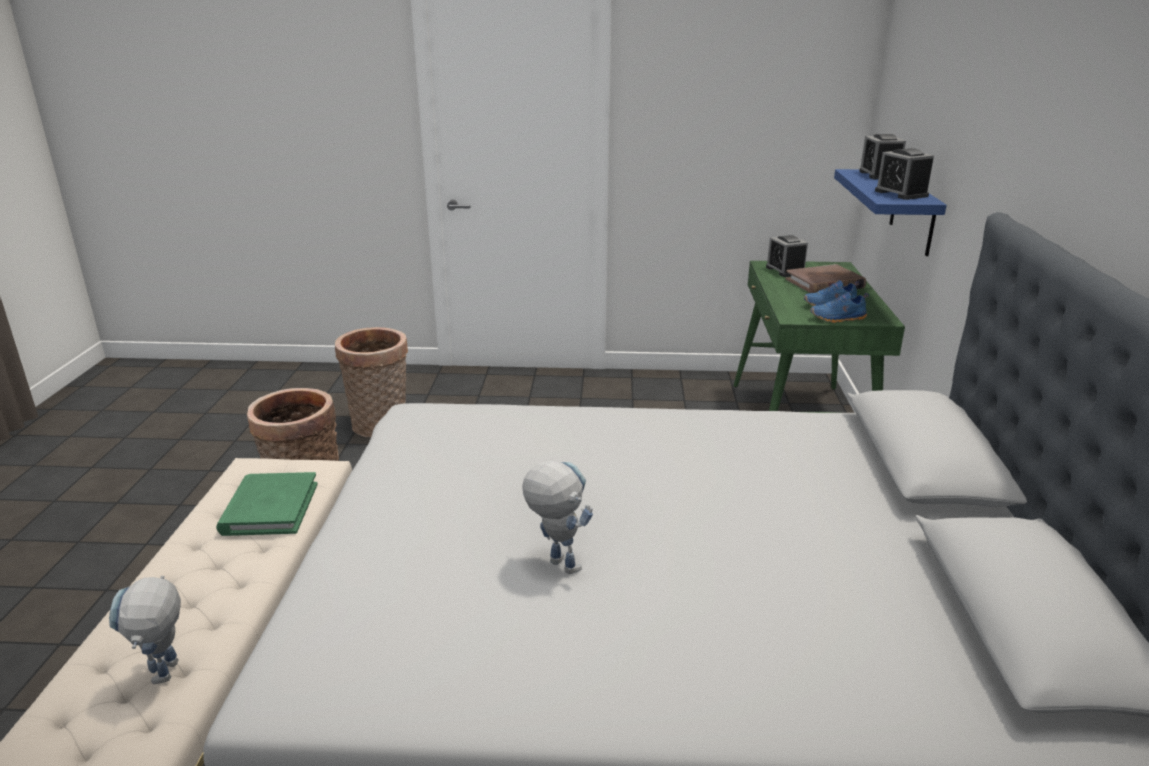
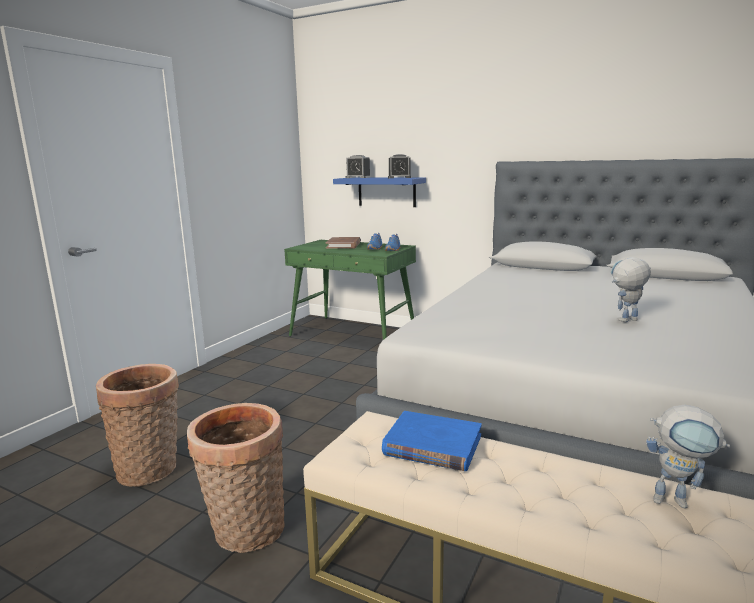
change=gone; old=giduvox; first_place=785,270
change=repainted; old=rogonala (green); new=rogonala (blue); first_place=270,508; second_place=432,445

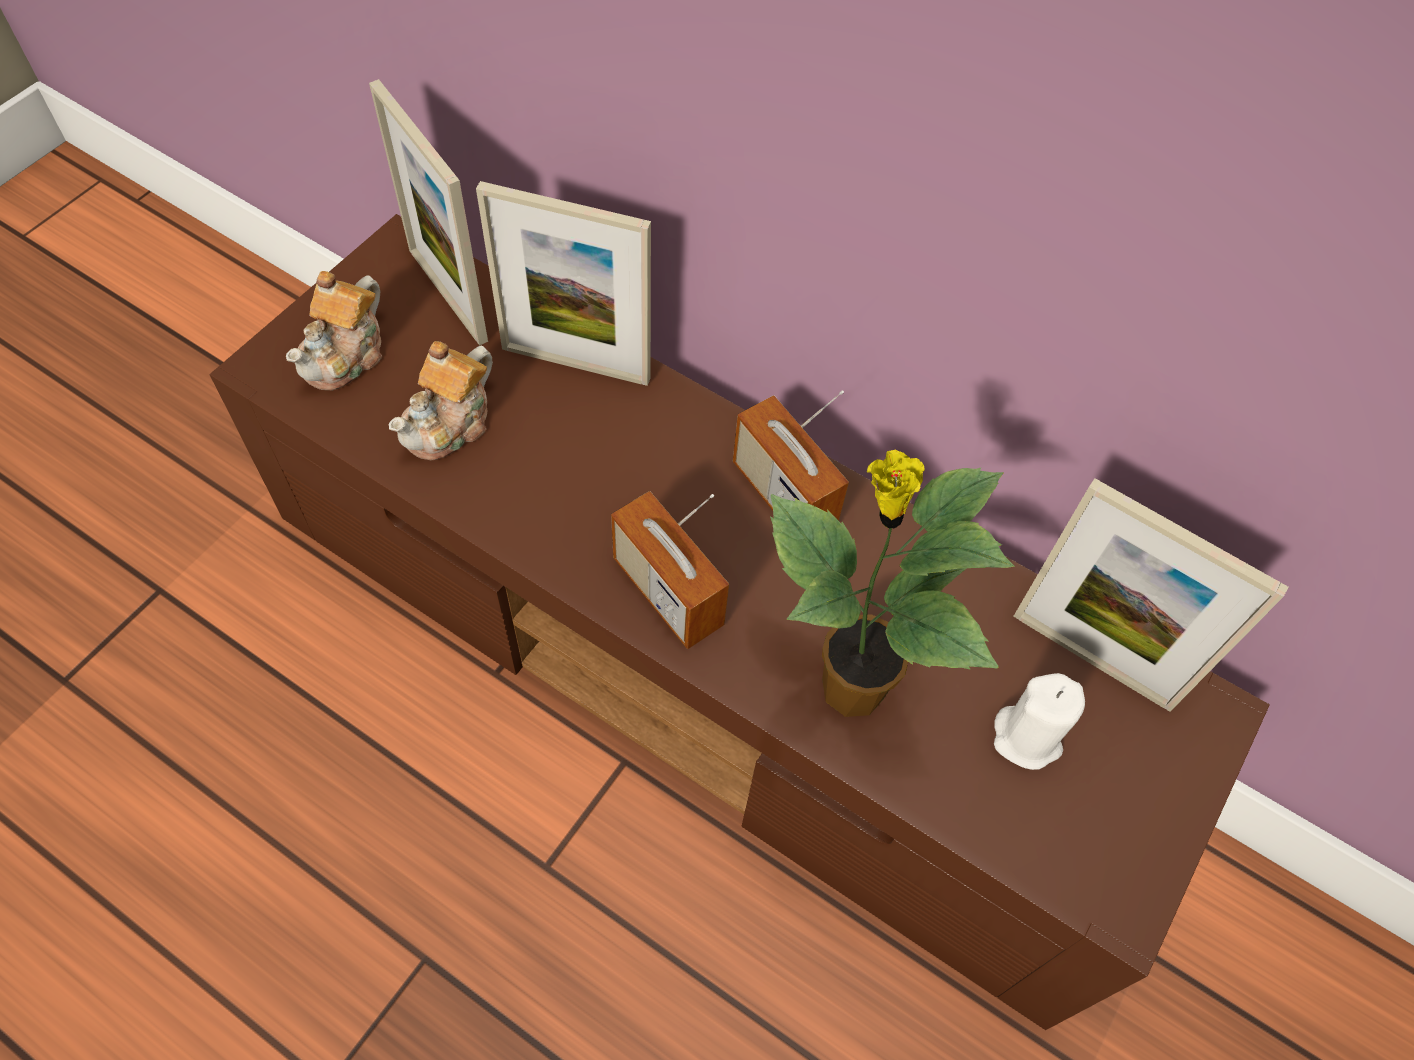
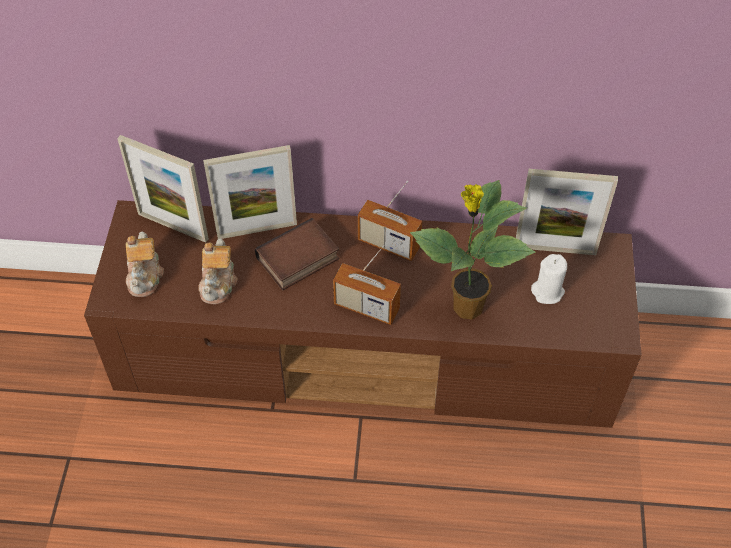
change=new; new=rogonala; second_place=298,260

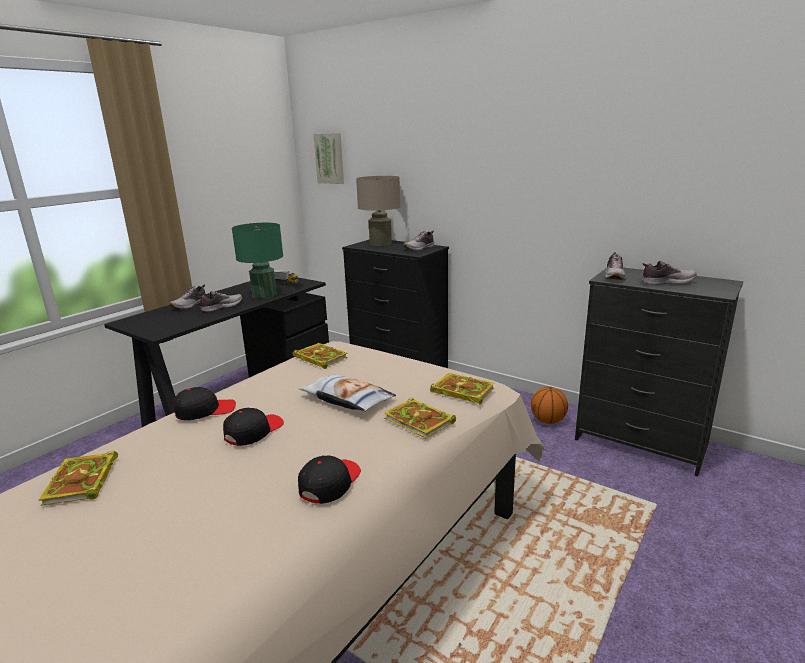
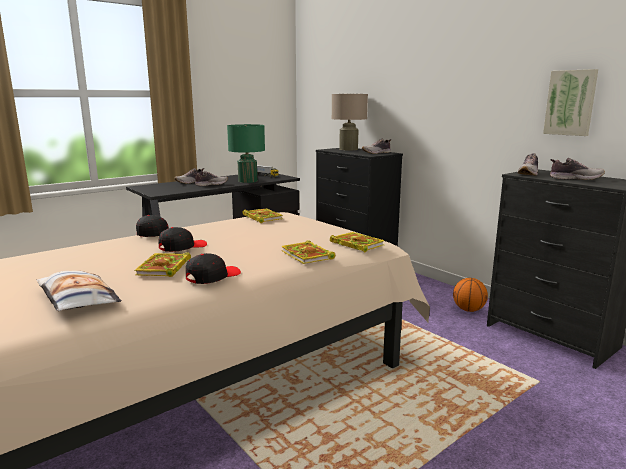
change=shifted; old=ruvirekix; first_place=330,158; second_place=570,103
change=shifted; old=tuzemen; first_place=347,399; second_place=77,299
change=shifted; old=rogonala; first_place=82,482; second_place=164,268

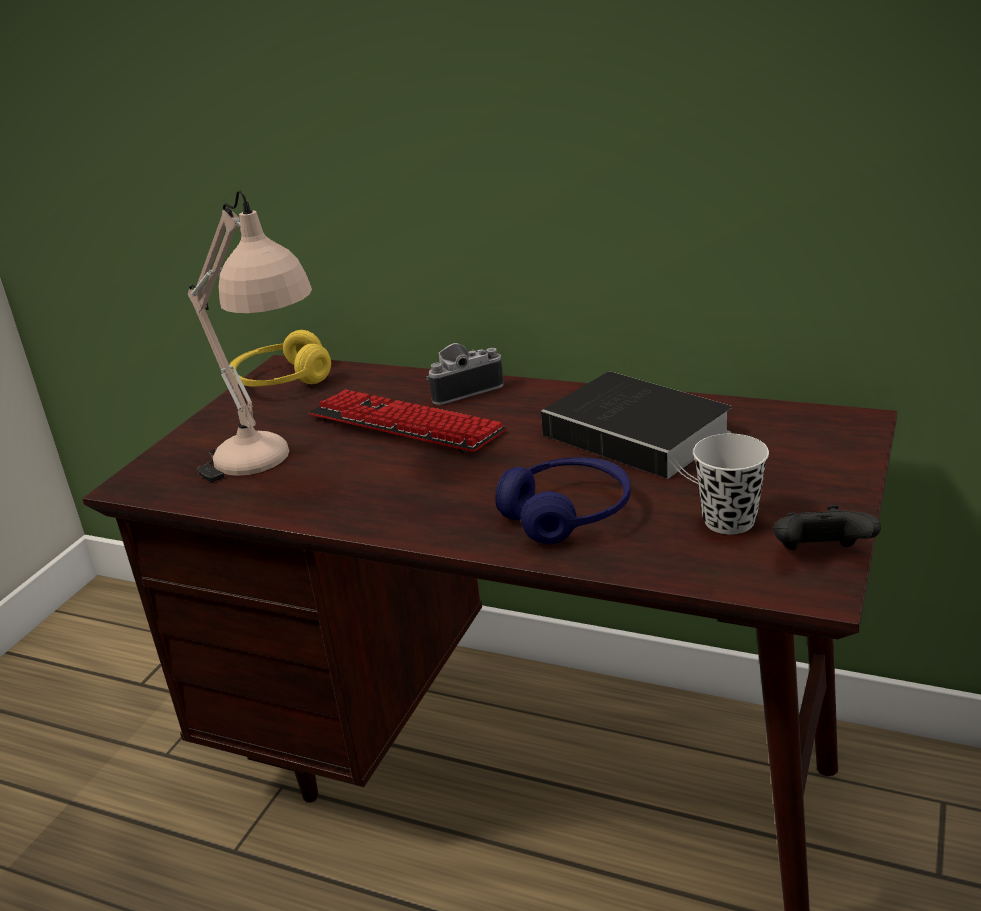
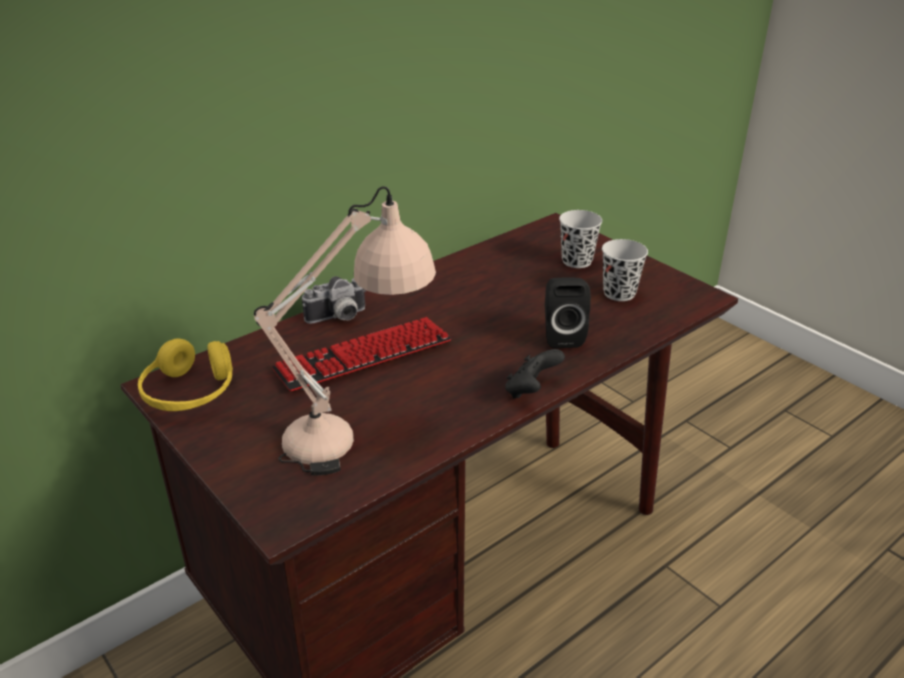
change=rotated; old=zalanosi; first_place=463,389; second_place=338,318; degrees=-120
change=gone; old=rogonala; first_place=641,435
change=swapped; old=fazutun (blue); new=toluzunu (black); first_place=567,514; second_place=562,336
change=shifted; old=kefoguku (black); first_place=820,555; second_place=531,391
change=new; new=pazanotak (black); second_place=577,261

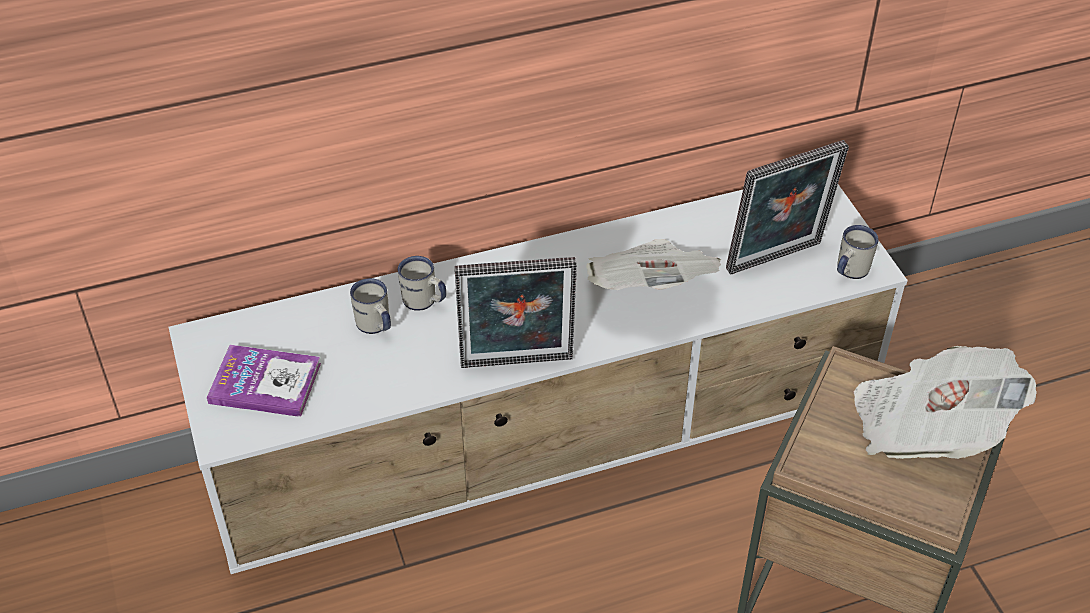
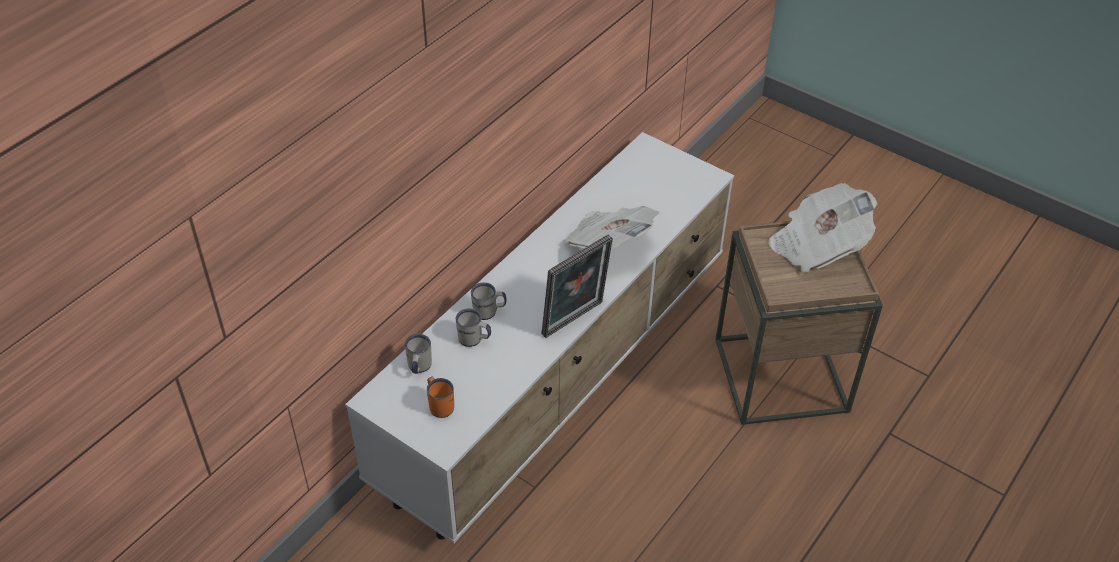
change=gone; old=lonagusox; first_place=777,260
change=shifted; old=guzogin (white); first_place=849,271; second_place=418,367
change=swapped; old=rogonala; new=guzogin (orange); first_place=265,383; second_place=440,404

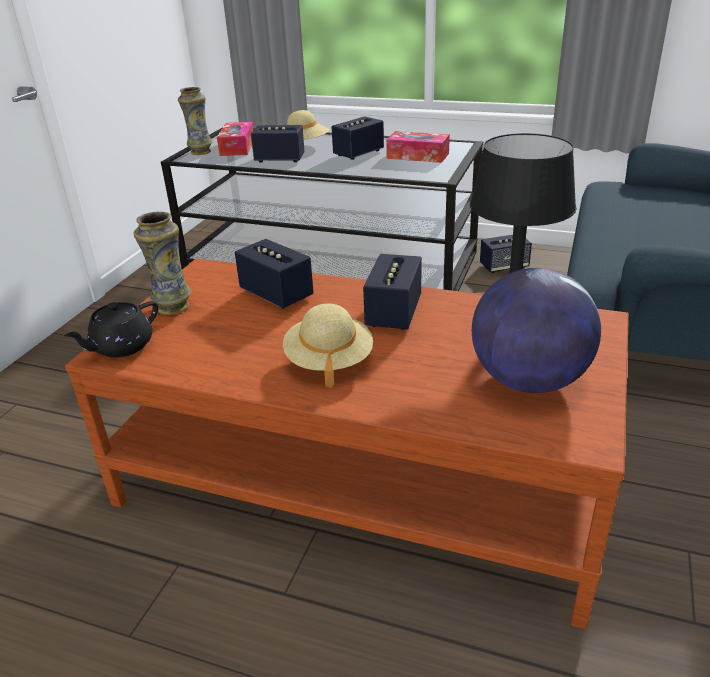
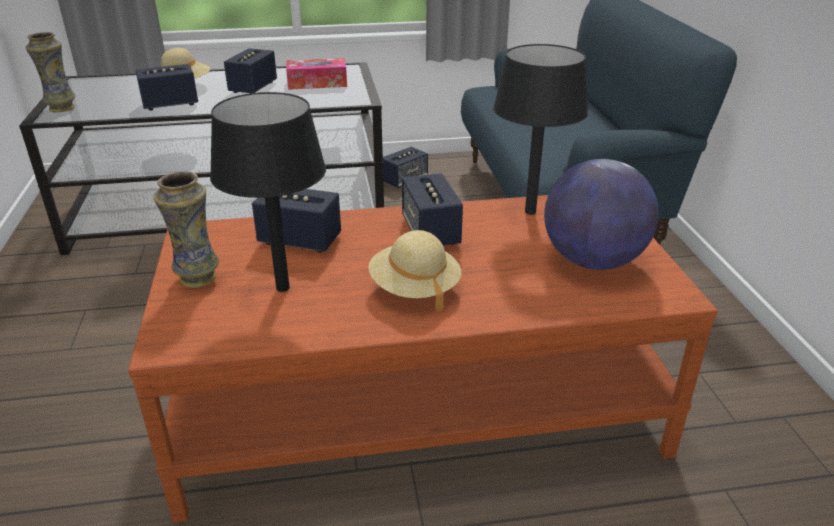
change=gone; old=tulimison; first_place=237,147
change=gone; old=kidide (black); first_place=121,347
change=new; new=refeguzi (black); second_place=282,288

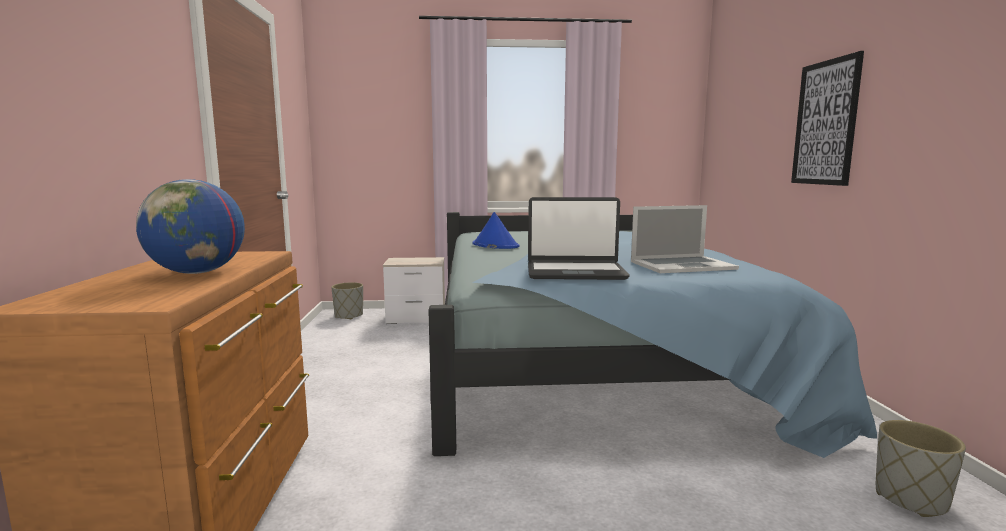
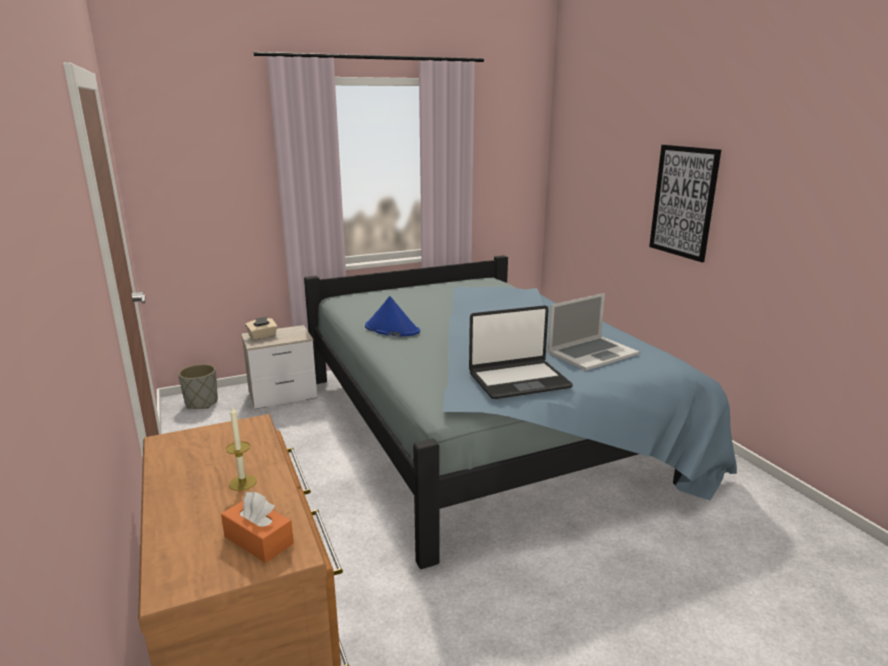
change=swapped; old=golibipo; new=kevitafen; first_place=197,272; second_place=242,483
change=gone; old=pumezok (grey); first_place=911,499
change=new; new=tulimison (beige); second_place=262,336
change=new; new=tulimison (orange); second_place=258,540

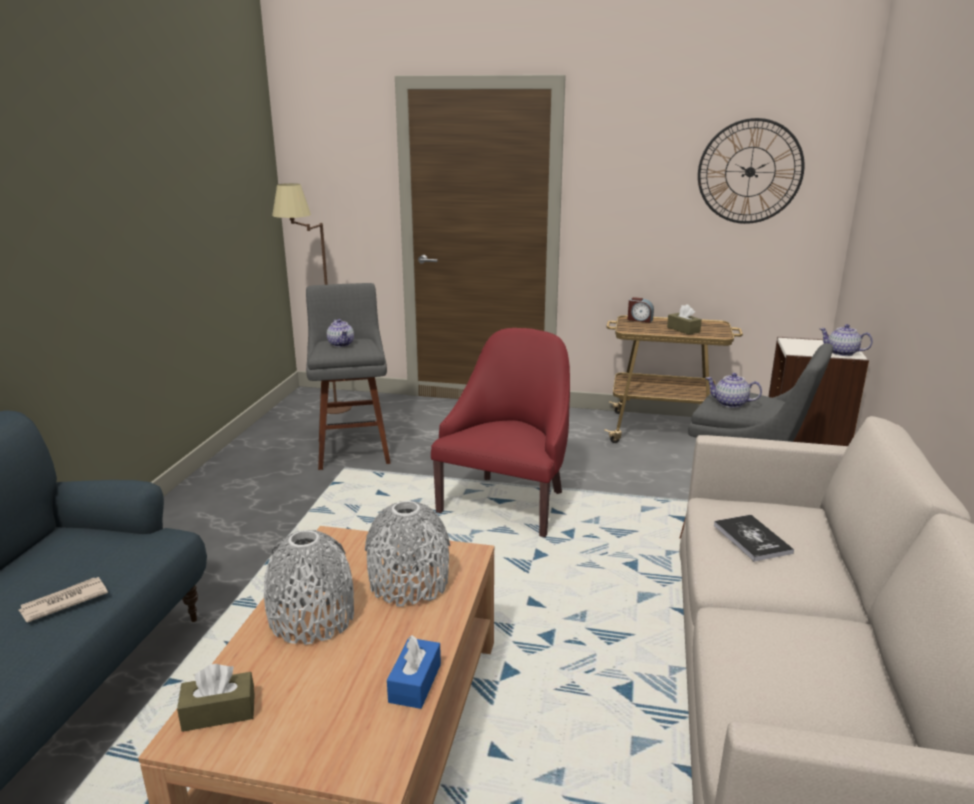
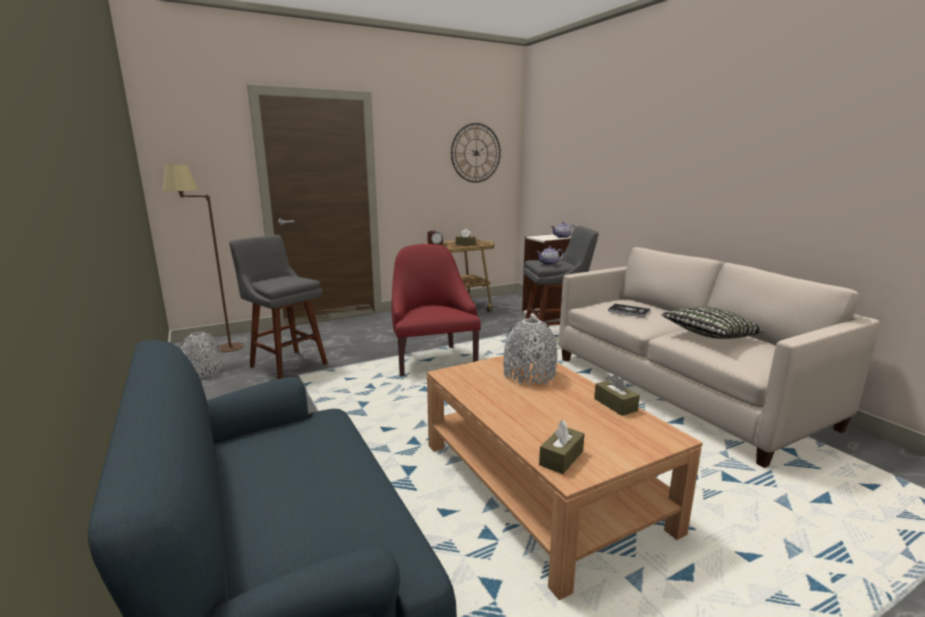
change=gone; old=kidide; first_place=341,344
change=shifted; old=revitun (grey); first_place=312,618; second_place=203,371
change=gone; old=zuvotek; first_place=63,602
change=repainted; old=tulimison (blue); new=tulimison (brown); first_place=415,683; second_place=615,404
change=new; new=tuzemen; second_place=708,336

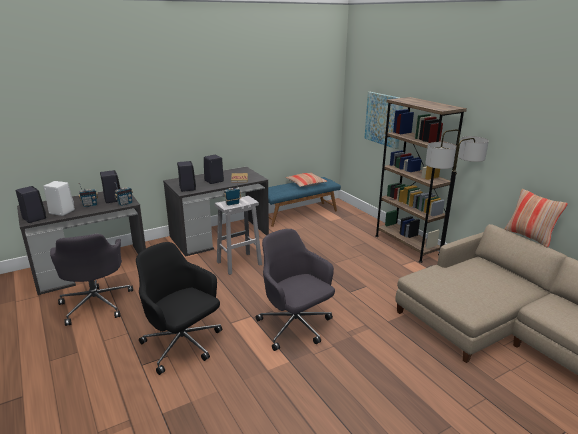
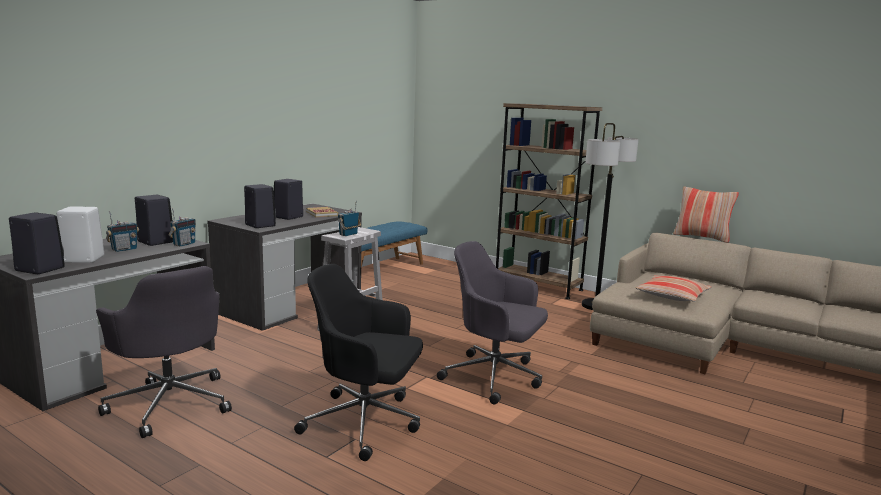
change=gone; old=ruvirekix; first_place=384,119
change=shifted; old=tuzemen; first_place=305,184; second_place=672,296

